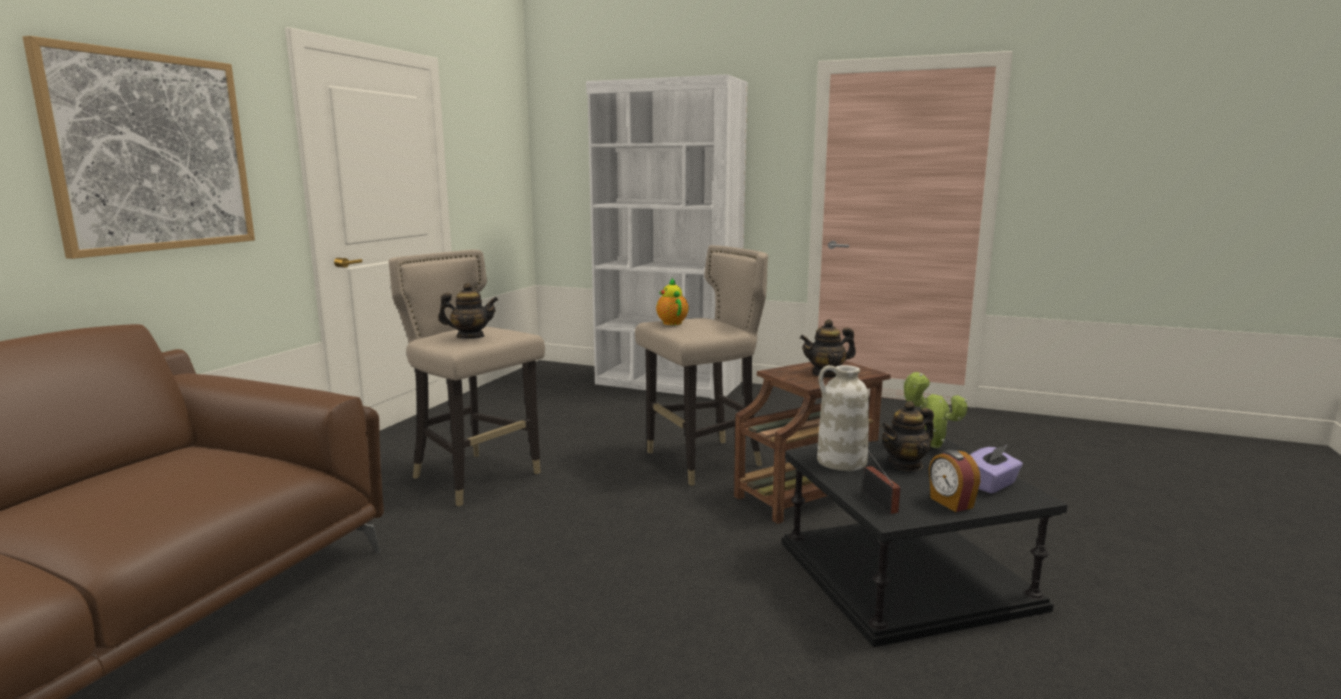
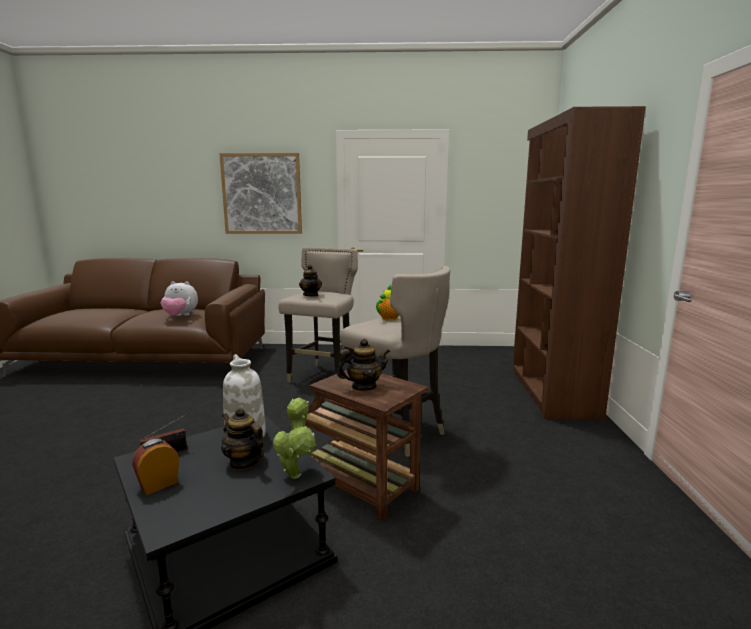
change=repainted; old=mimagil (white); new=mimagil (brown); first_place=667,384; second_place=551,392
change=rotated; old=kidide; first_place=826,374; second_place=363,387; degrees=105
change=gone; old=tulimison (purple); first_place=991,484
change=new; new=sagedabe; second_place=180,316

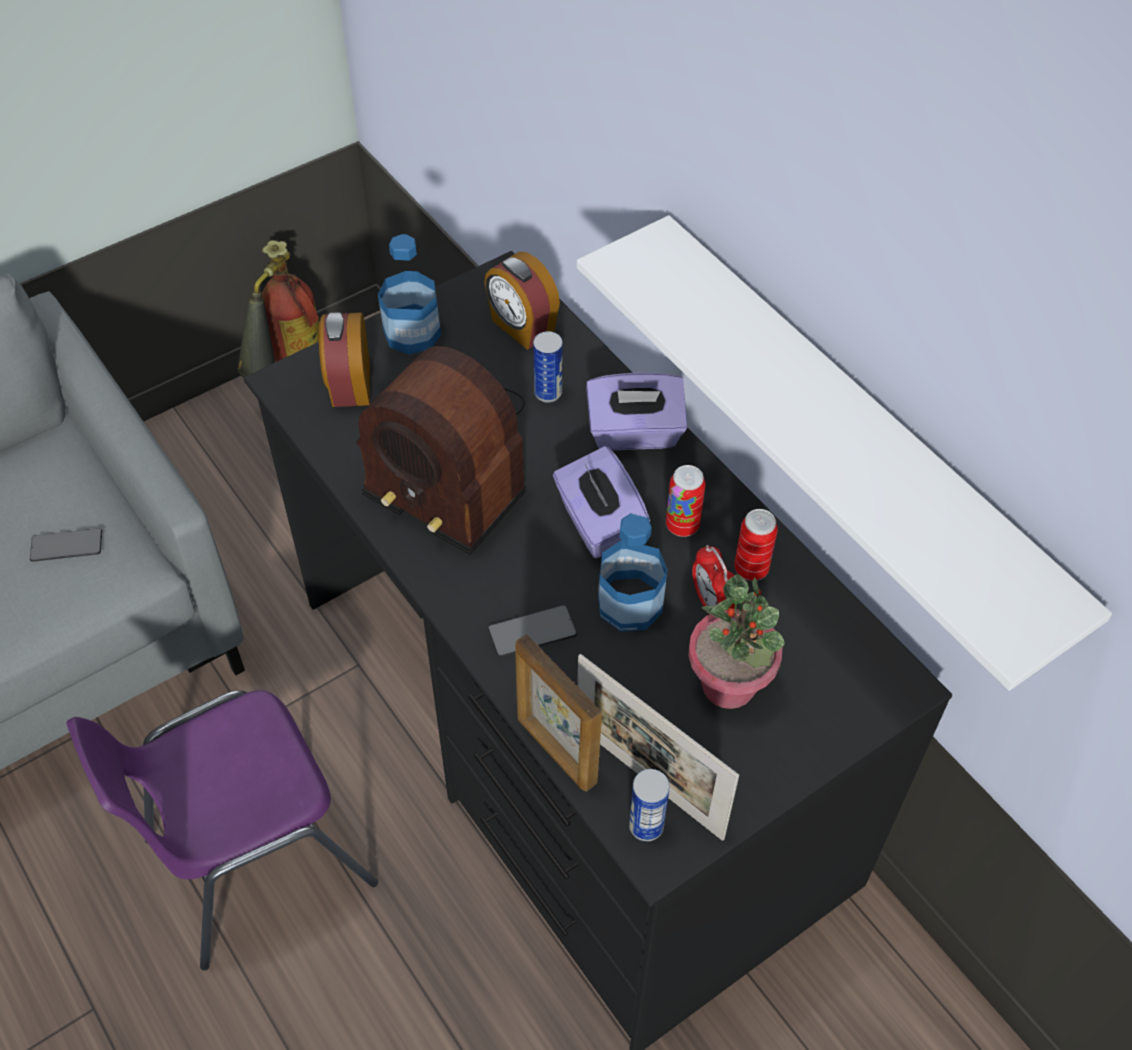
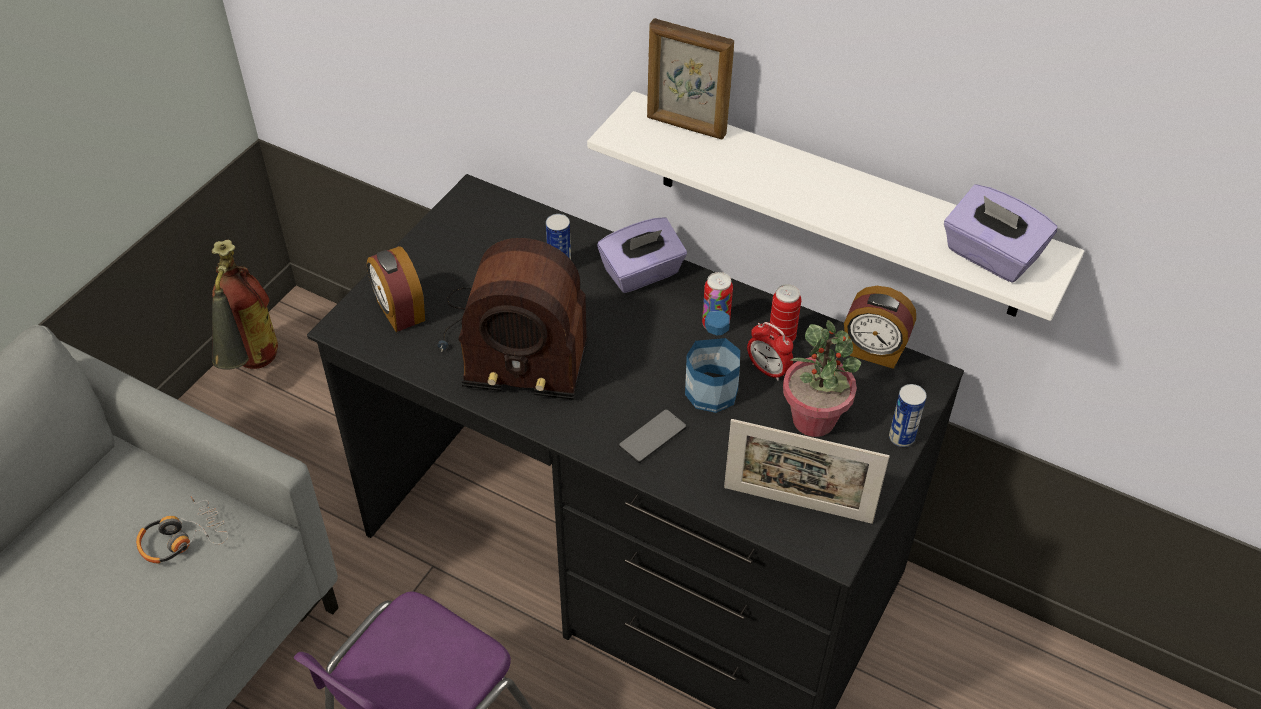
change=gone; old=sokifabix; first_place=412,333
change=shifted; old=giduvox; first_place=521,327; second_place=873,351
change=shifted; old=tulimison (purple); first_place=598,523; second_place=990,256
change=swapped; old=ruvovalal; new=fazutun; first_place=66,546; second_place=182,538
change=shifted; old=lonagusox; first_place=555,751; second_place=686,126
change=shifted; old=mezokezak; first_place=646,826; second_place=901,437

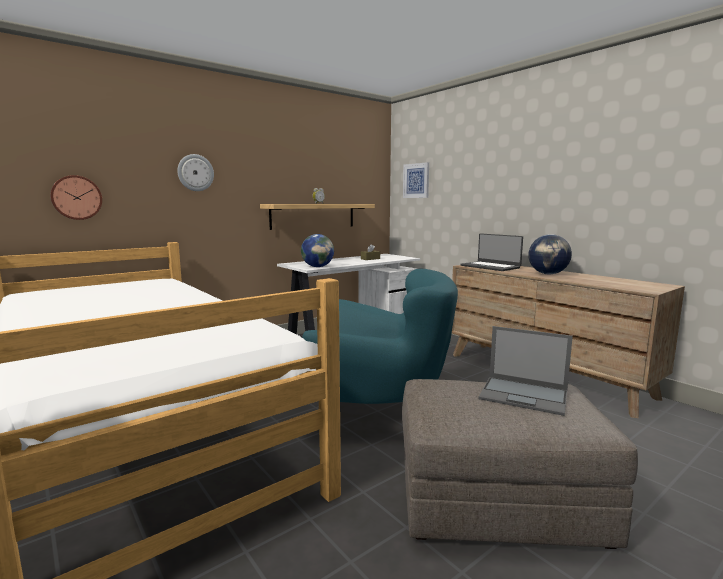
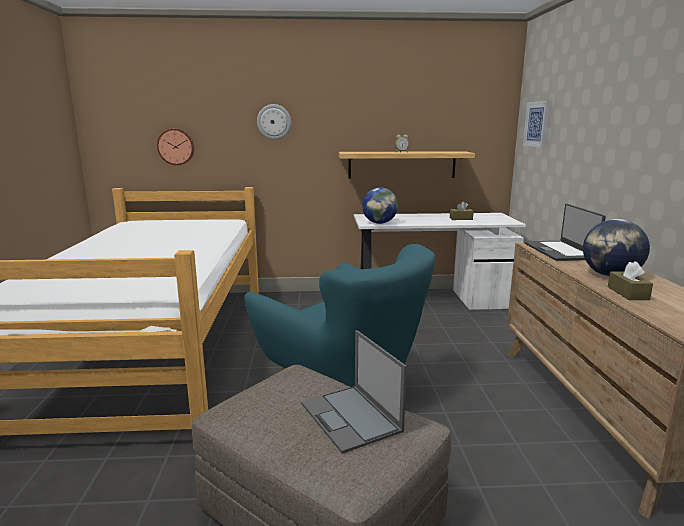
change=new; new=tulimison (brown); second_place=627,293

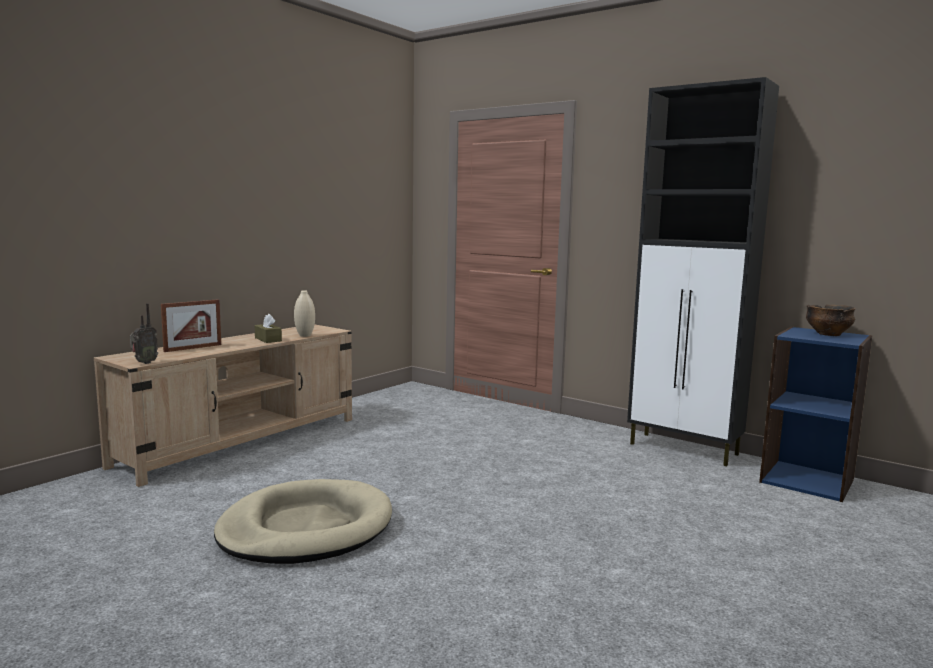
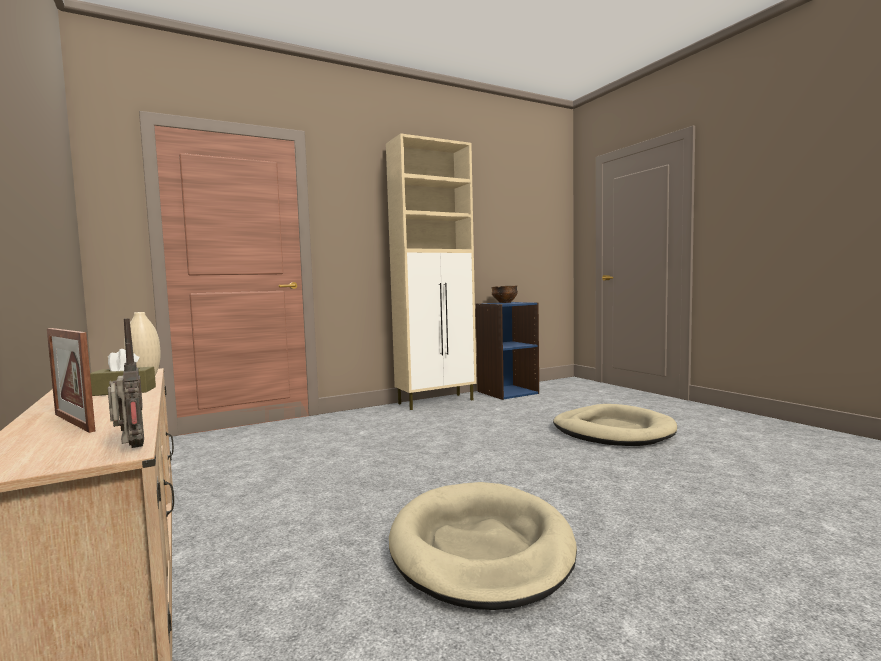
change=repainted; old=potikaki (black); new=potikaki (beige); first_place=685,449; second_place=437,402
change=rotated; old=lonagusox; first_place=193,348; second_place=74,422; degrees=150
change=new; new=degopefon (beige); second_place=613,431

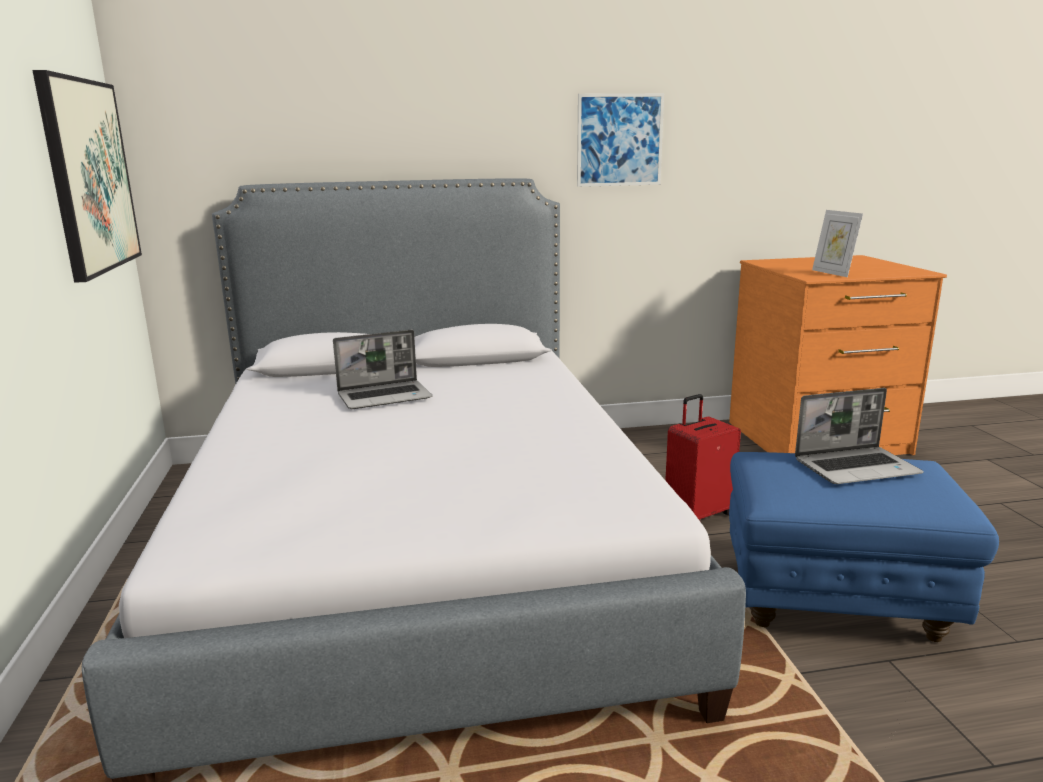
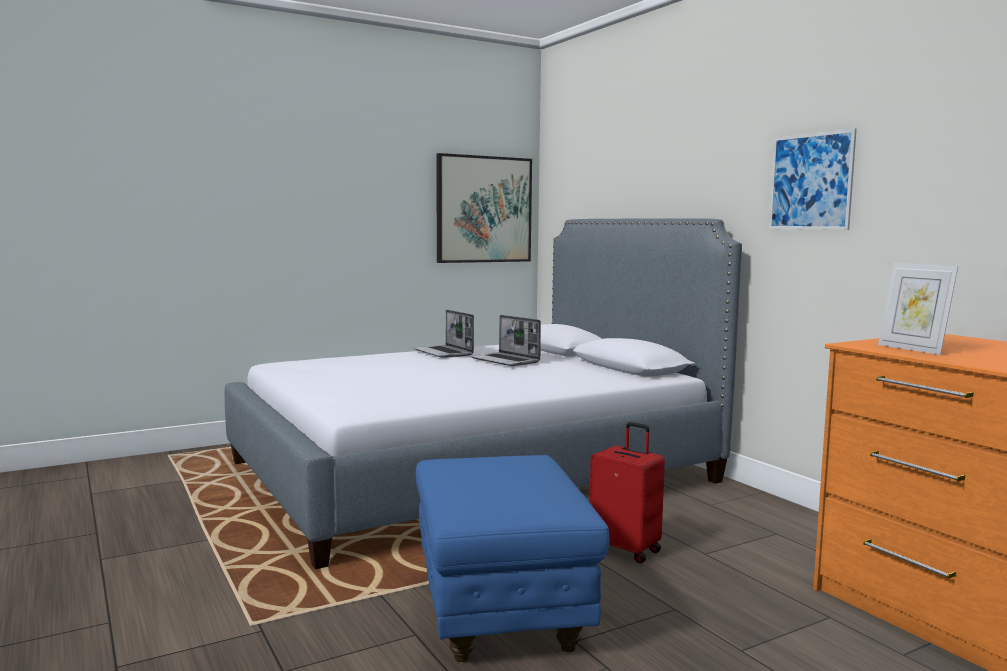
change=rotated; old=lonagusox; first_place=833,273; second_place=912,349; degrees=-75
change=shifted; old=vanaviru; first_place=857,467; second_place=444,353

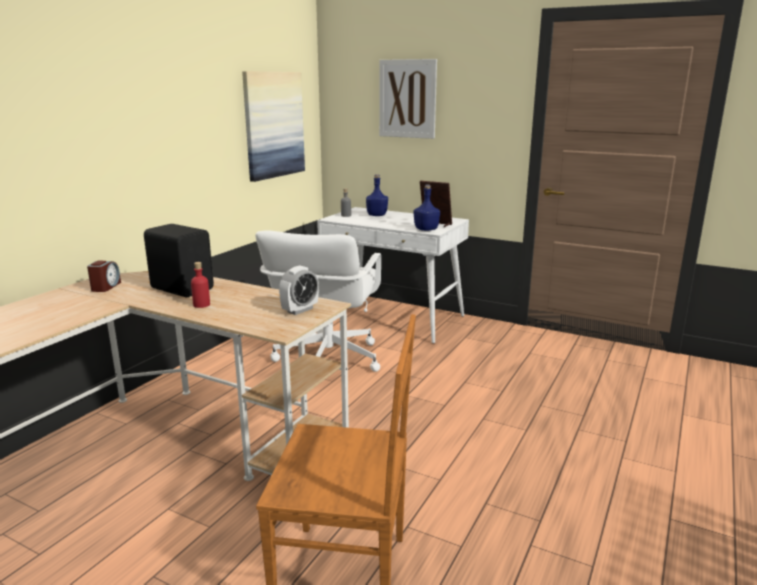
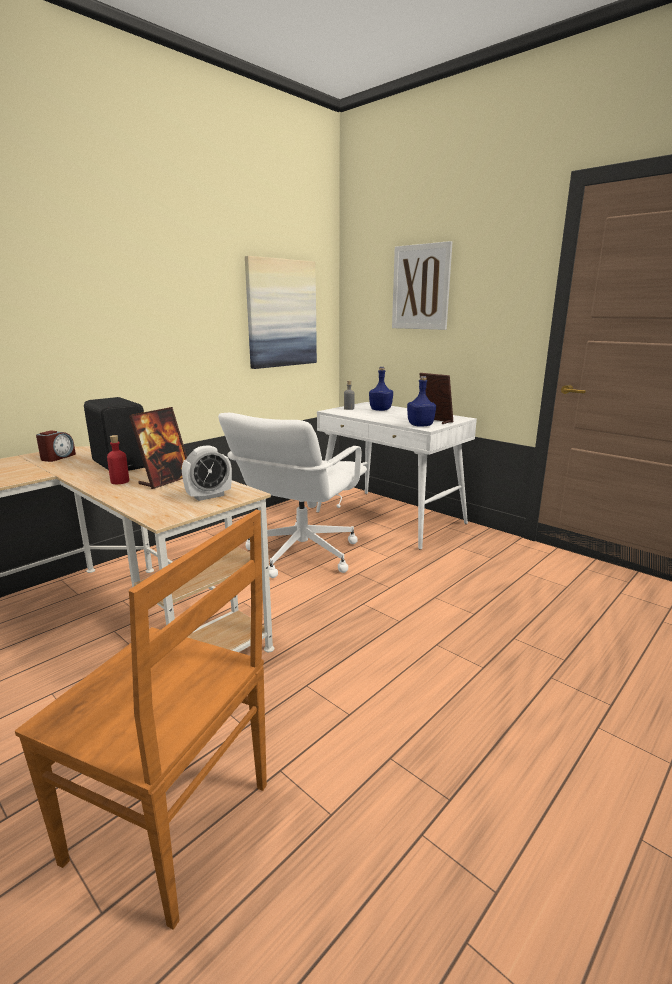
change=new; new=lonagusox; second_place=165,480

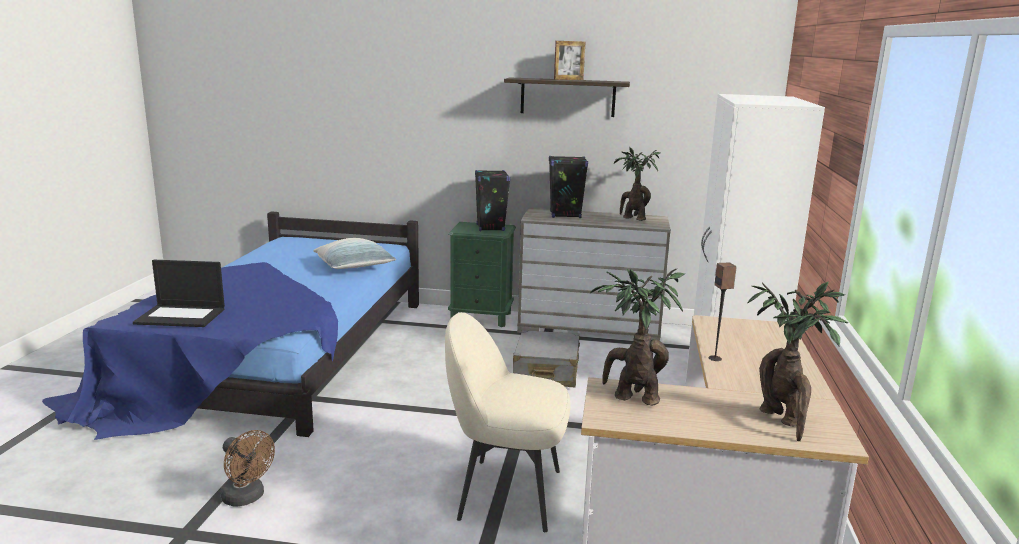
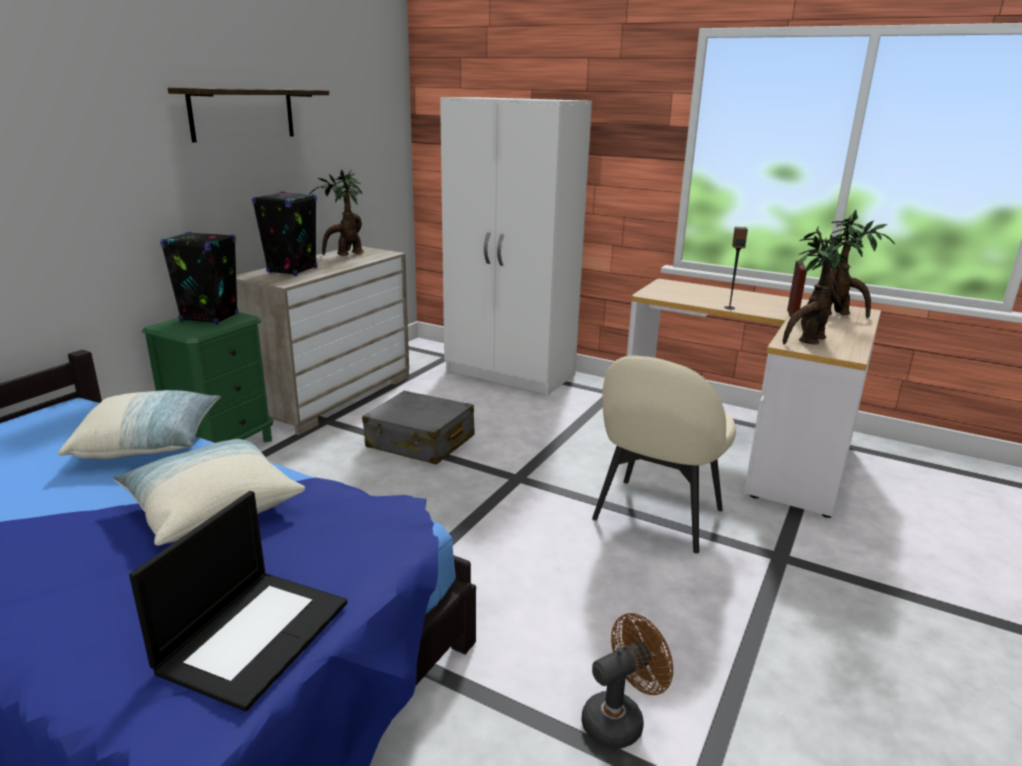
change=shifted; old=lonagusox; first_place=568,79; second_place=792,315
change=new; new=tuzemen; second_place=211,508

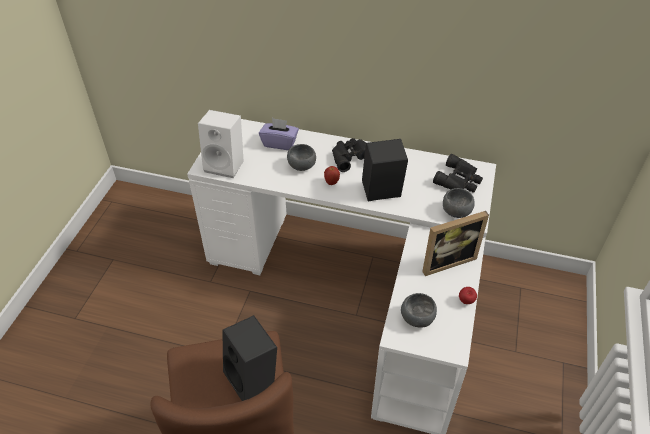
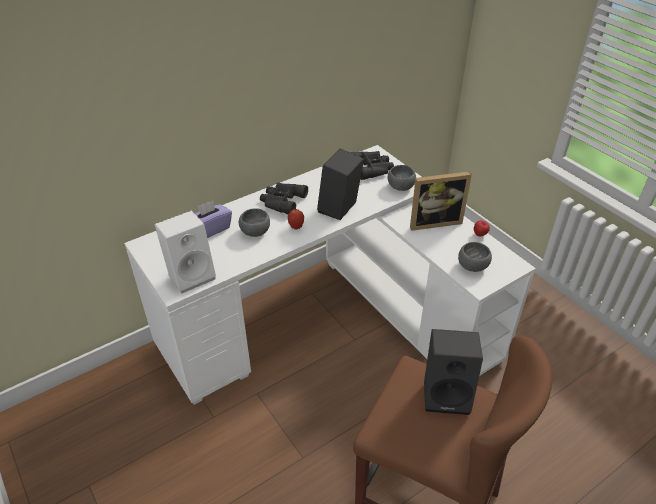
change=rotated; old=lonagusox; first_place=446,260; second_place=434,221; degrees=60

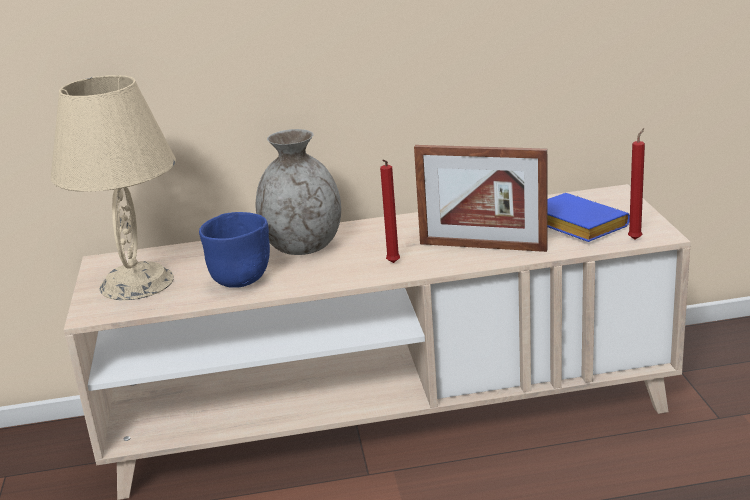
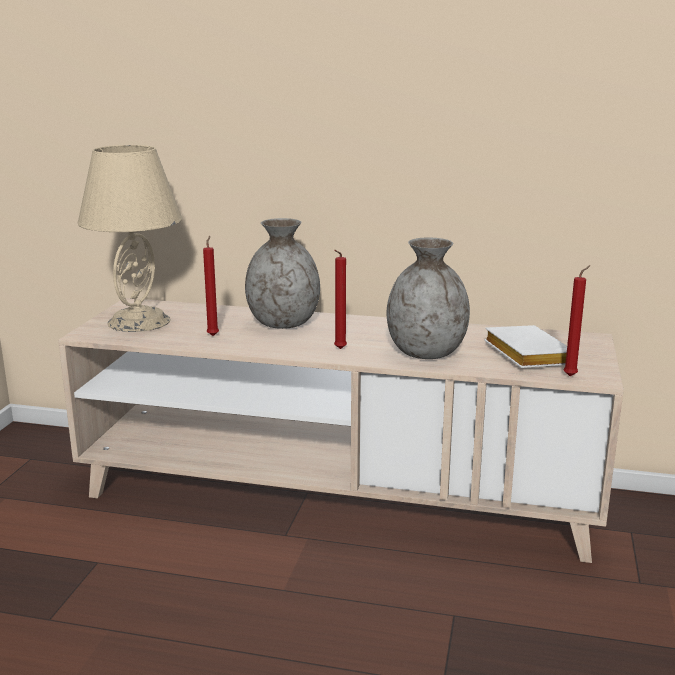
change=swapped; old=lonagusox; new=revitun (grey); first_place=482,246; second_place=427,353
change=repainted; old=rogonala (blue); new=rogonala (white); first_place=573,225; second_place=524,354
change=swapped; old=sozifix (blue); new=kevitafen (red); first_place=241,279; second_place=213,335

